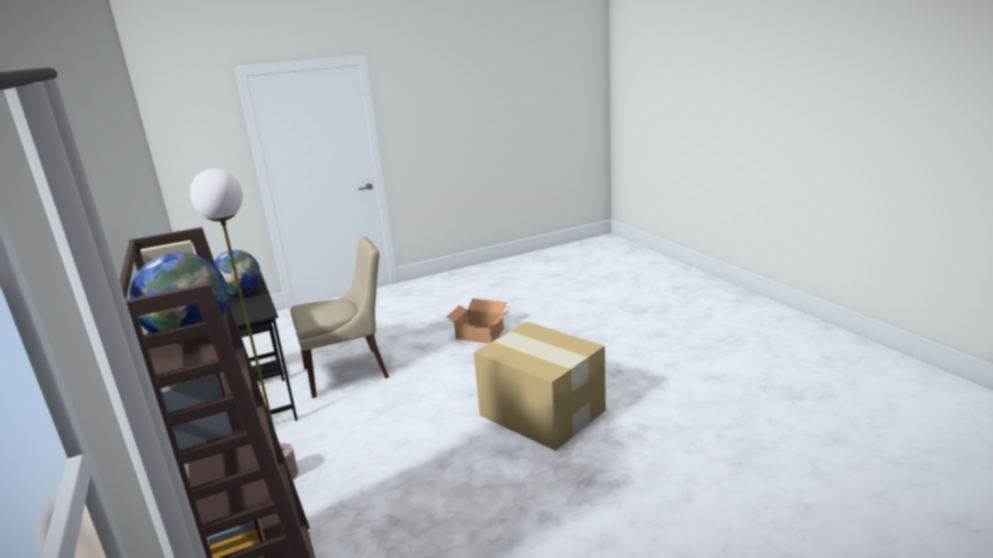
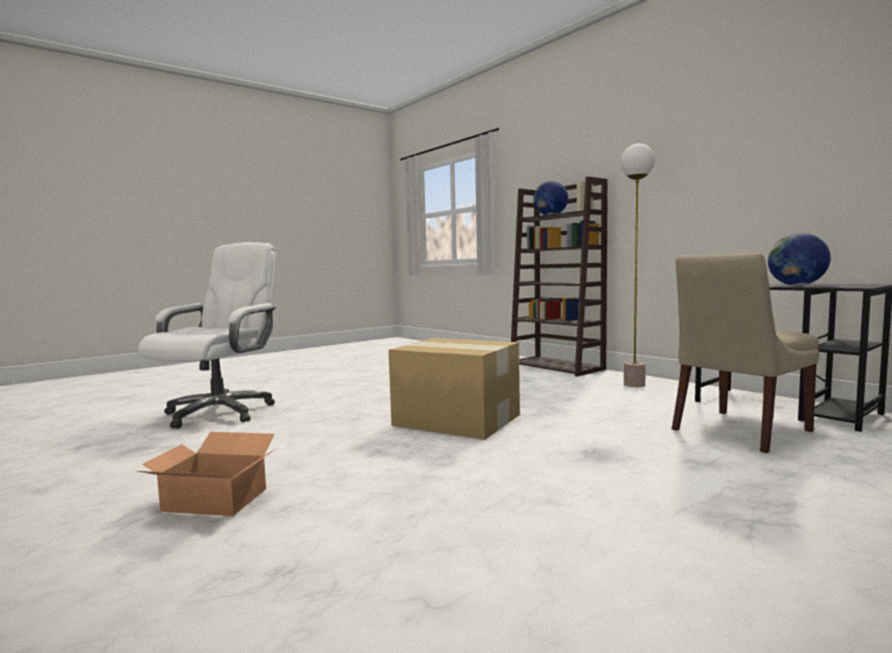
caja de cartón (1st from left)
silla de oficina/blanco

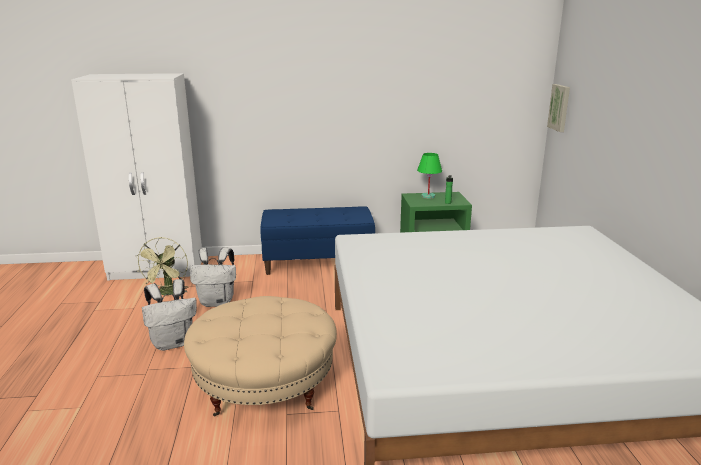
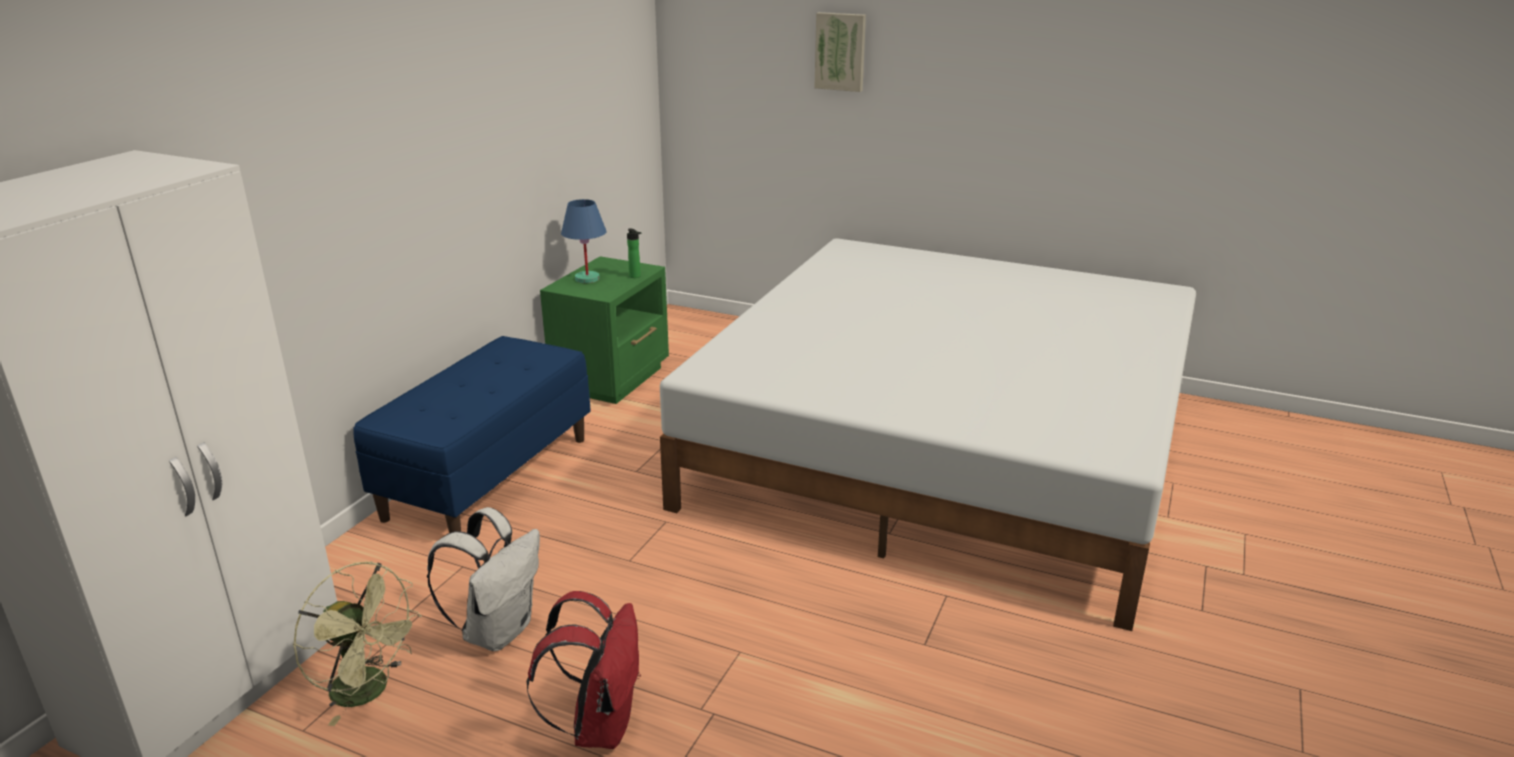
mochila/rojo
puf/beis
lámpara de mesa/azul
cuadro

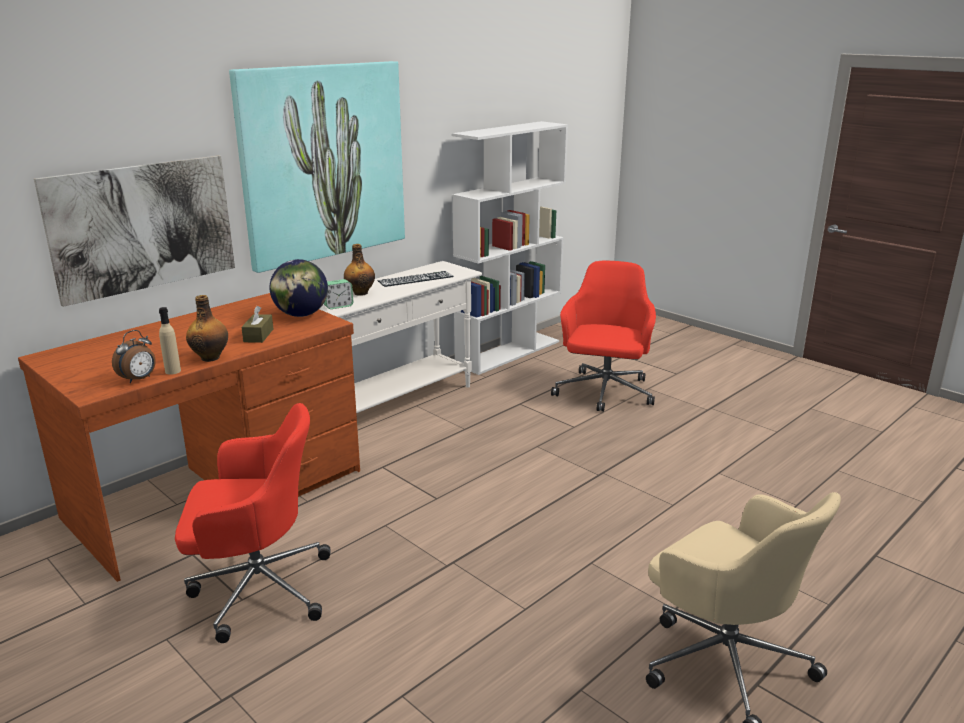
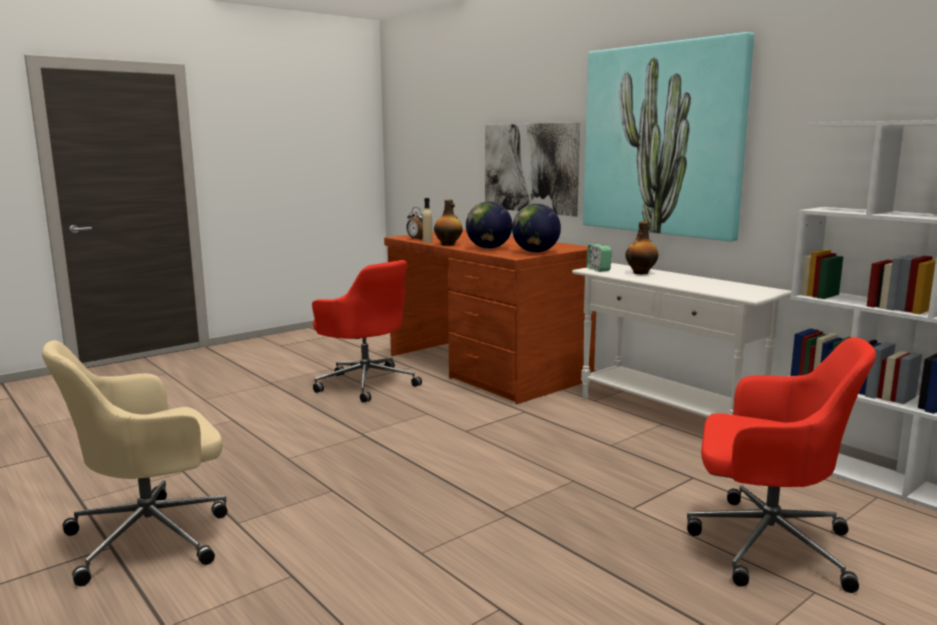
silla de oficina/rojo (1st from left)
globo terráqueo (1st from left)
teclado

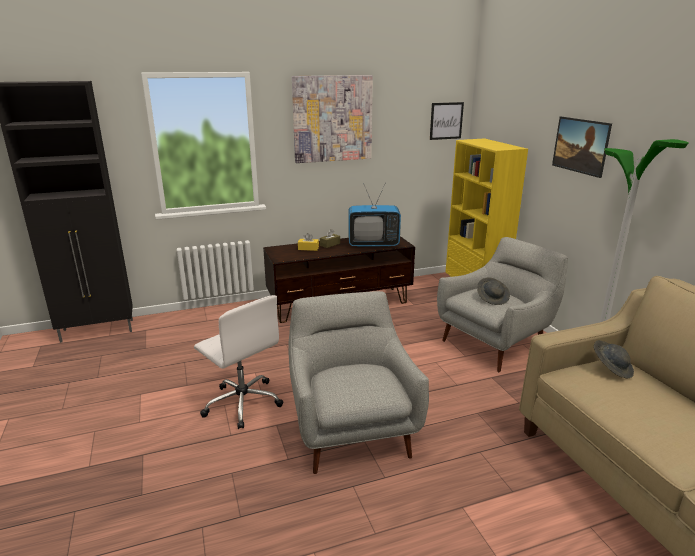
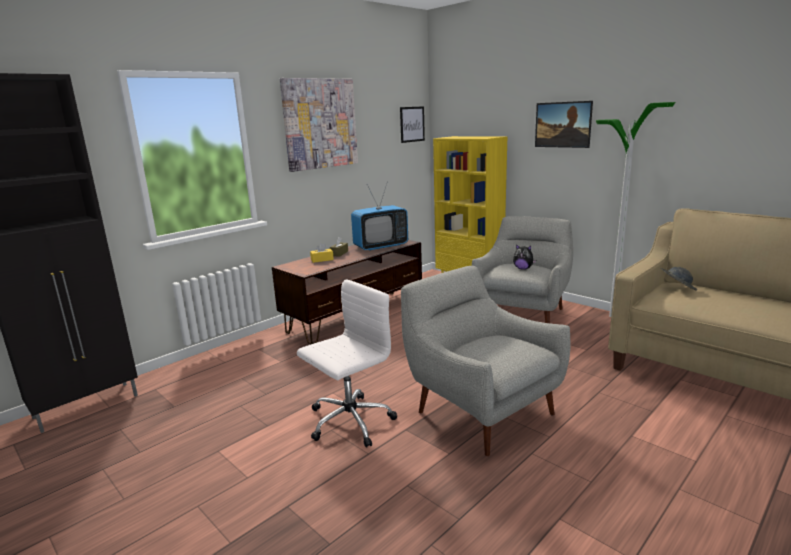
silla de oficina/blanco
peluche

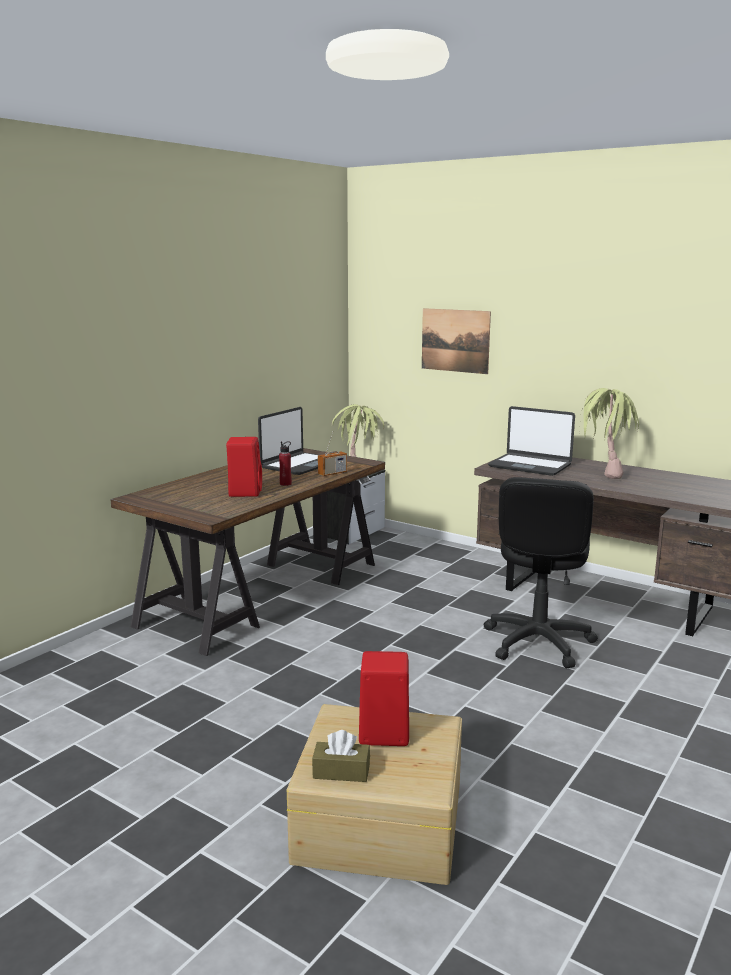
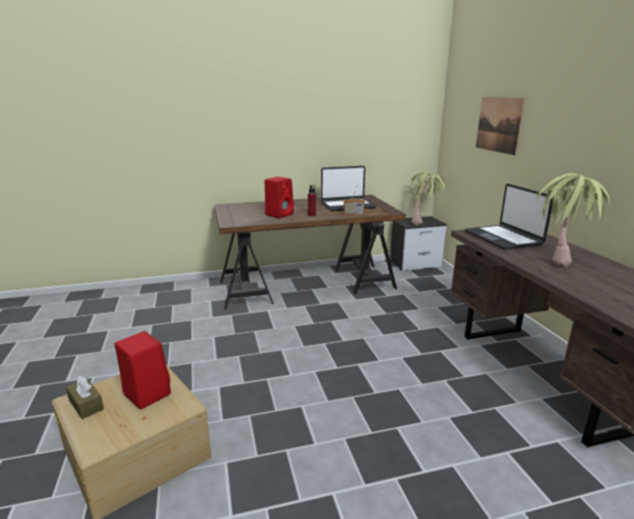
silla de oficina/negro

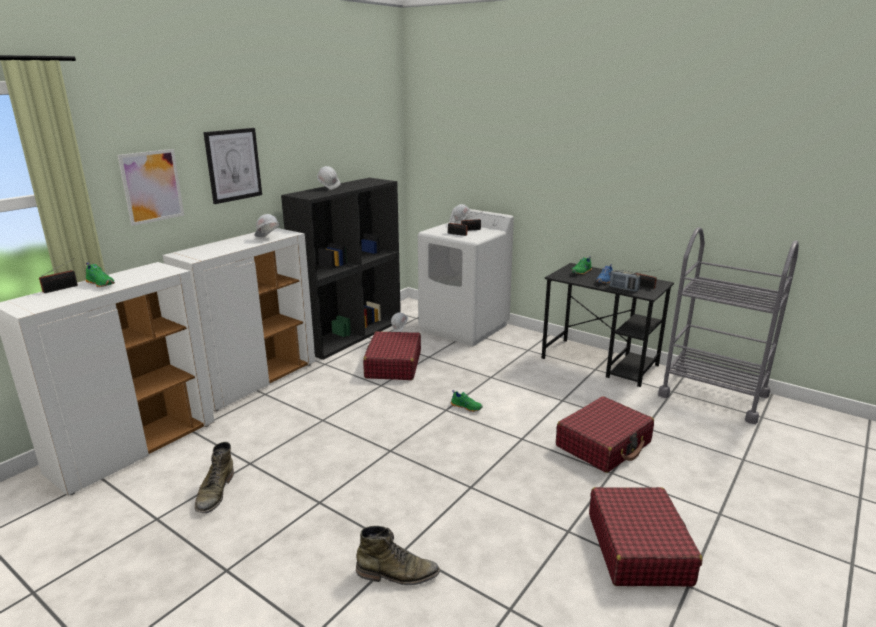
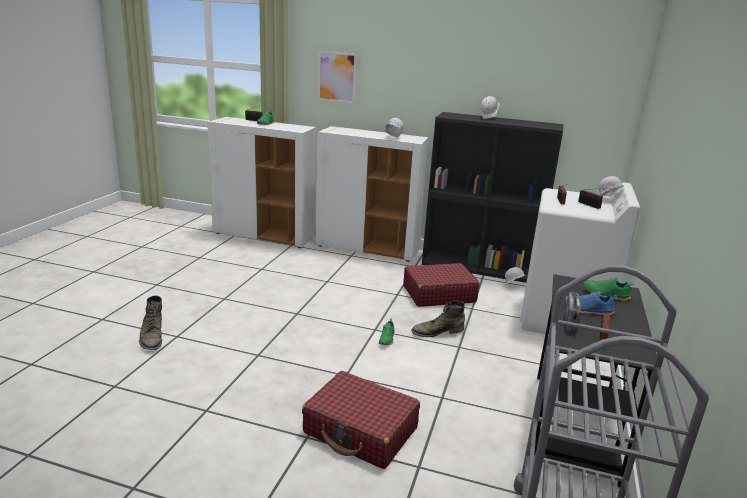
bota/verde (2nd from left)
cuadro (2nd from left in the first image)
maleta/rojo (3rd from left in the first image)

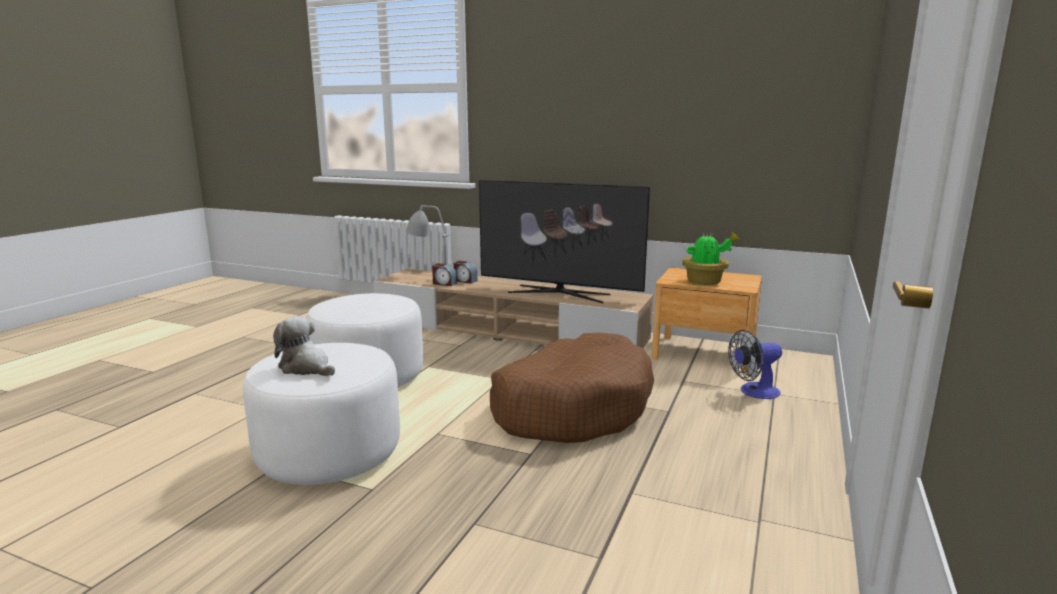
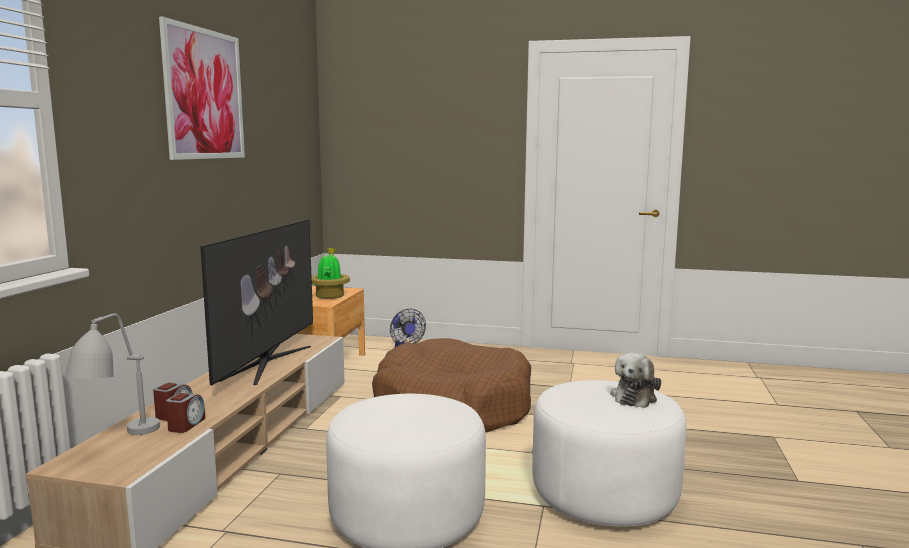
cuadro

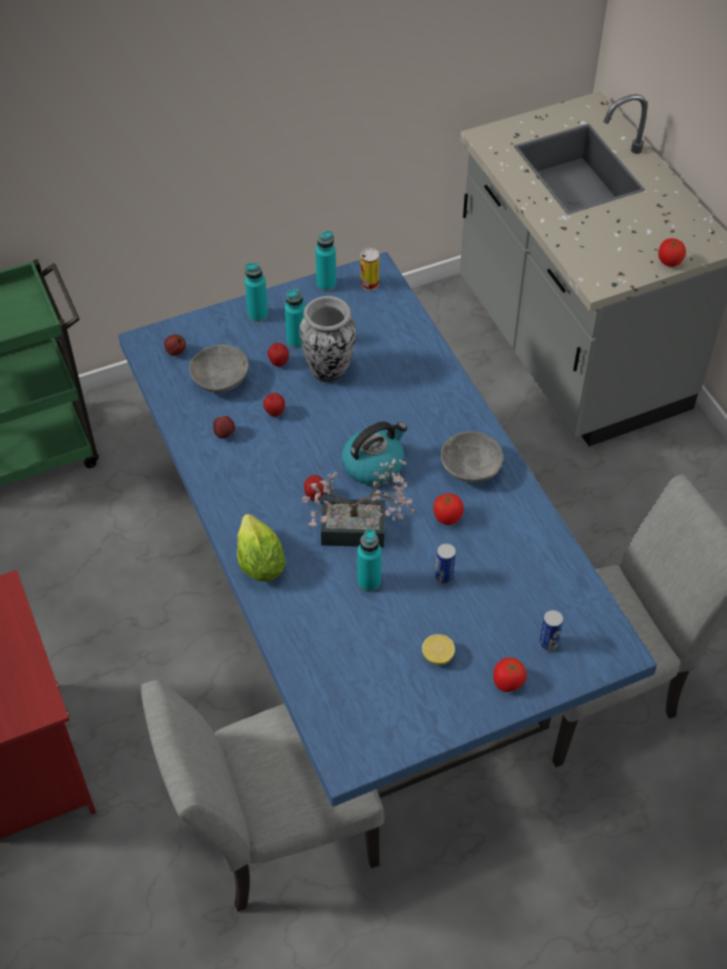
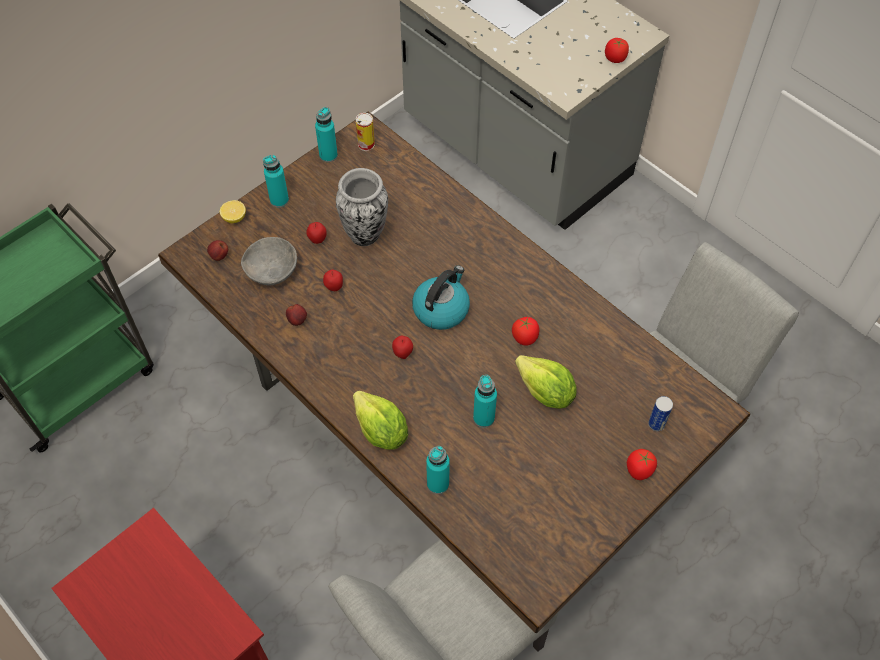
mesa de comedor/marrón
botella/turquesa (3rd from left)
planta en maceta
limón
lechuga (2nd from left)
cuenco/gris (2nd from left in the first image)

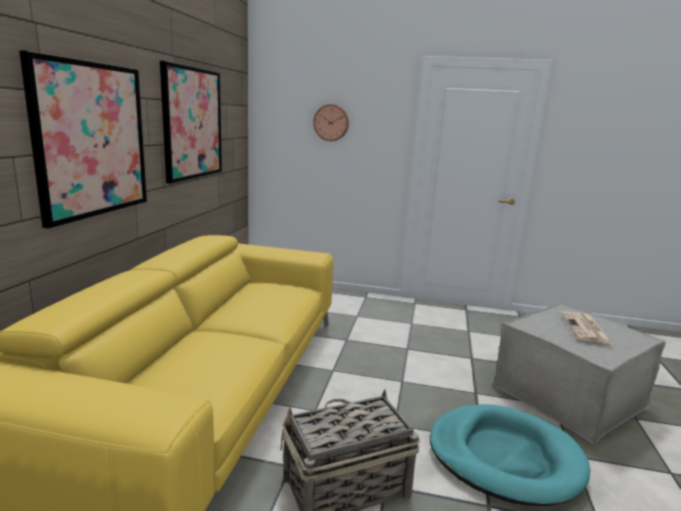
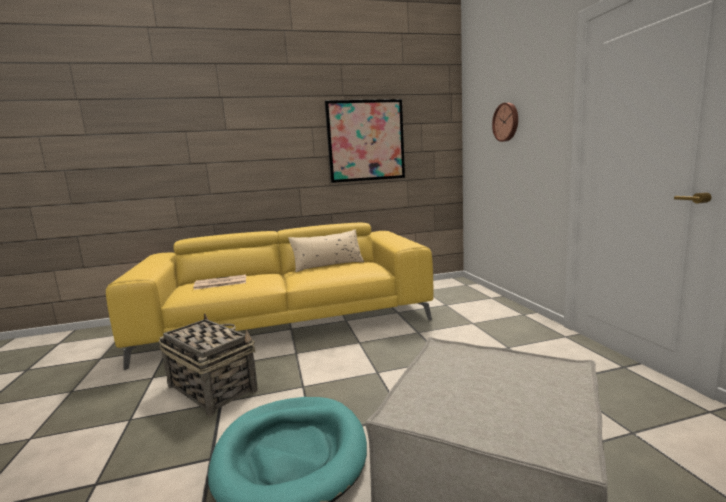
cuadro (1st from left in the first image)
periódico
cojín/beis

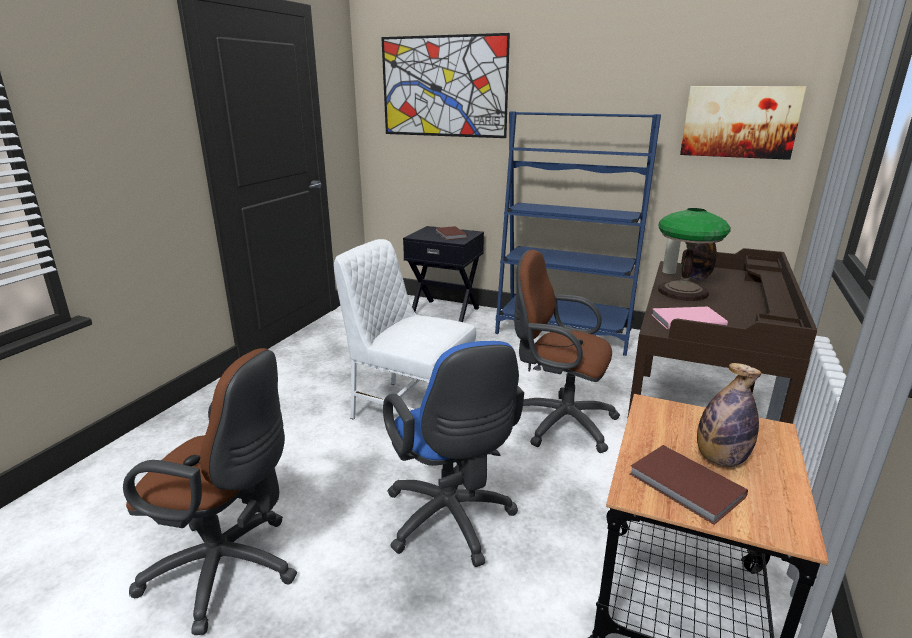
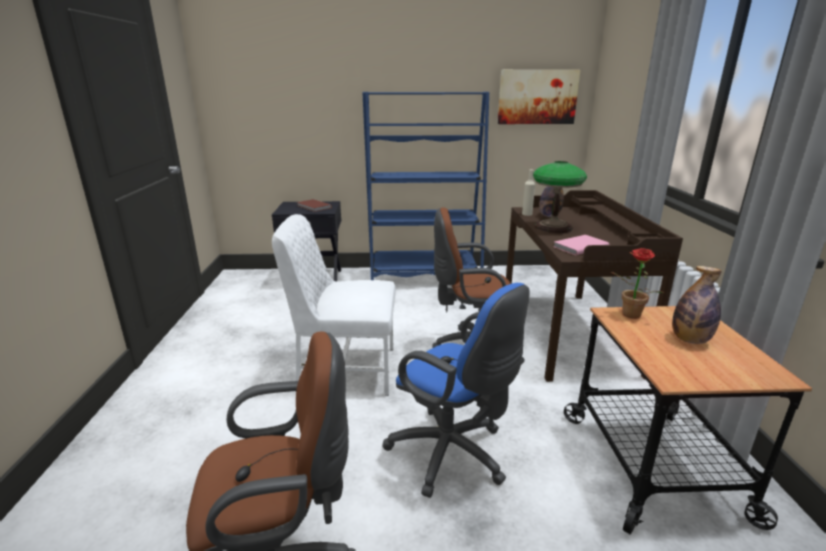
cuadro (1st from left in the first image)
libro/marrón (2nd from left in the first image)
planta en maceta

